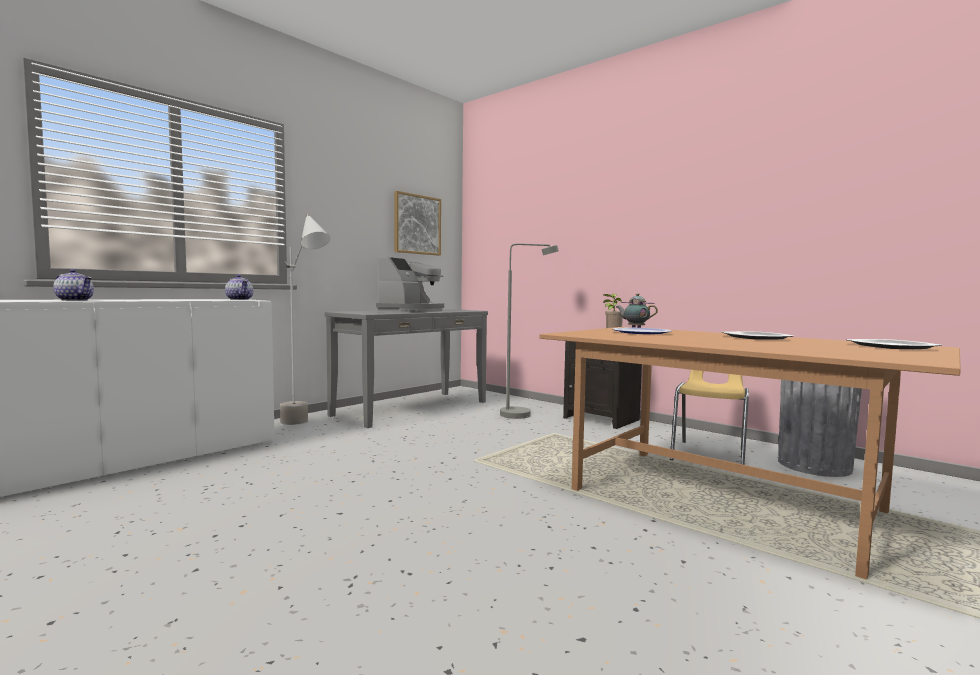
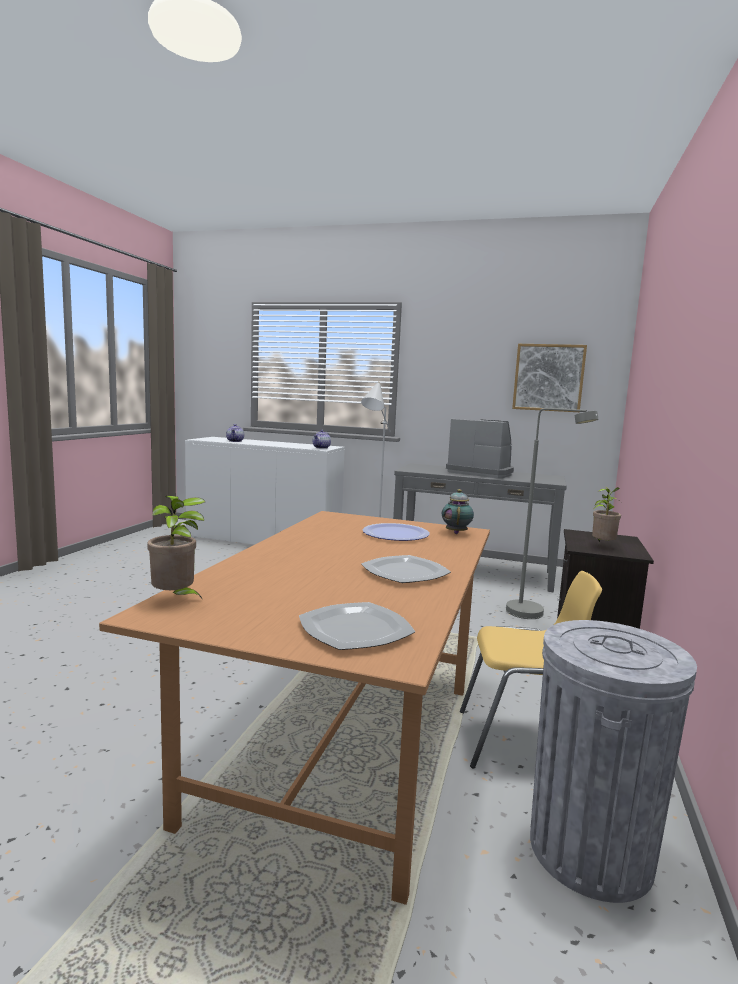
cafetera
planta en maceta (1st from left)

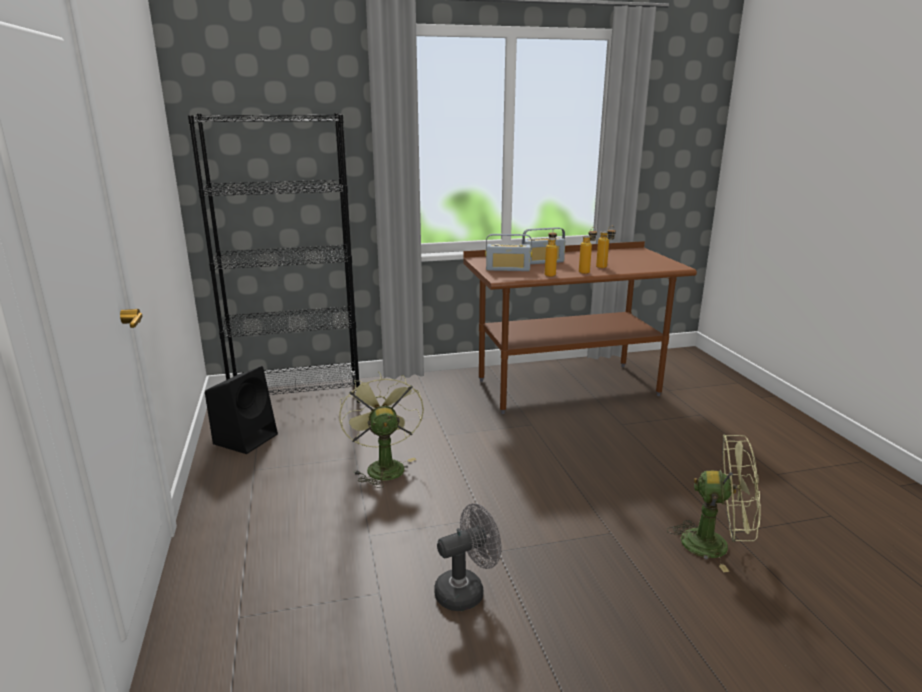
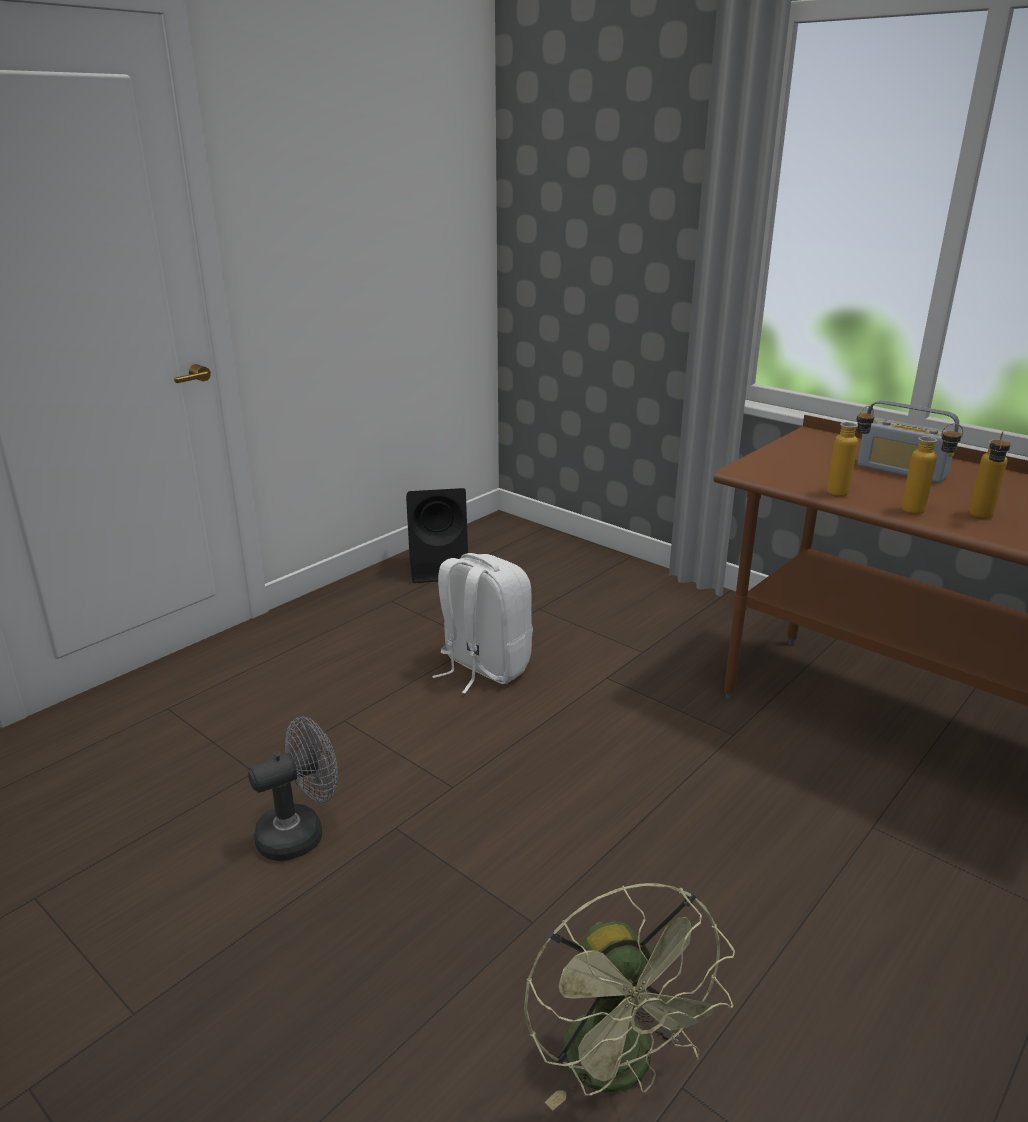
estantería/negro
mochila/blanco
ventilador/gris
radio (1st from left in the first image)

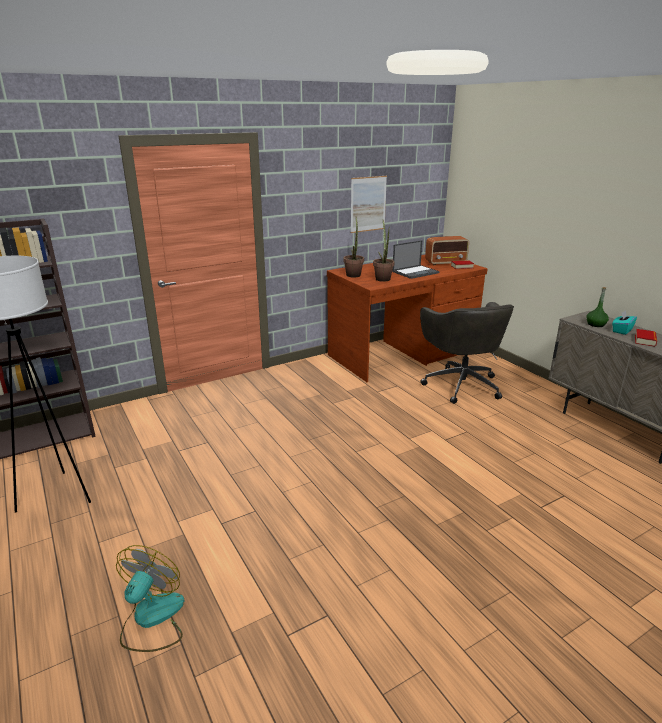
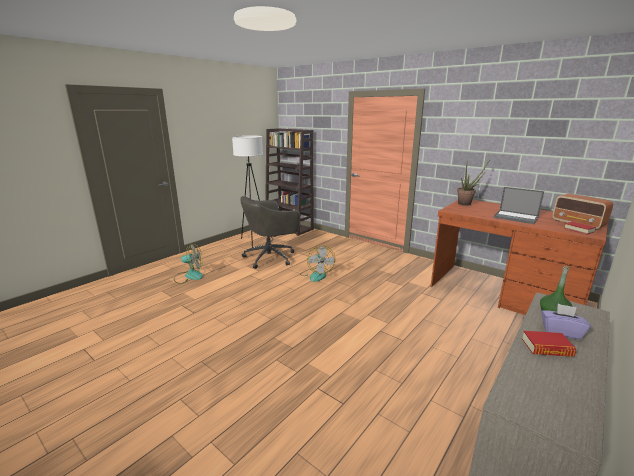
cuadro
planta en maceta (2nd from left in the first image)
silla de oficina/gris
caja de pañuelos/morado
ventilador (2nd from left)

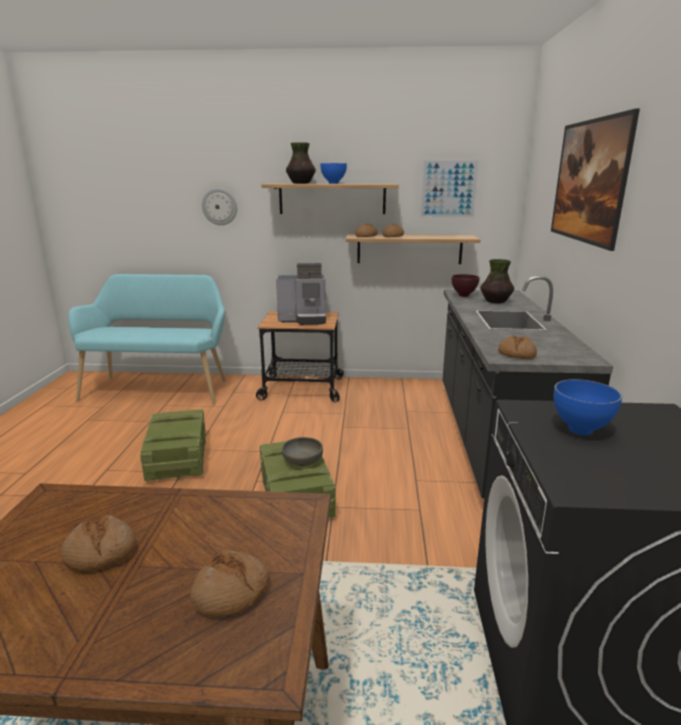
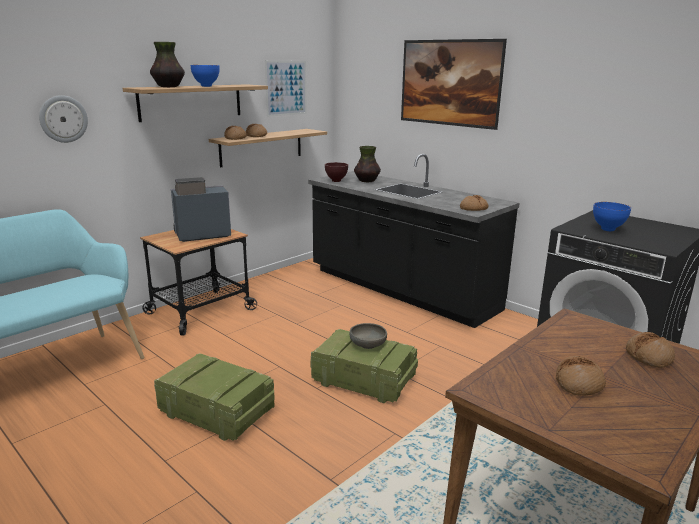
cafetera

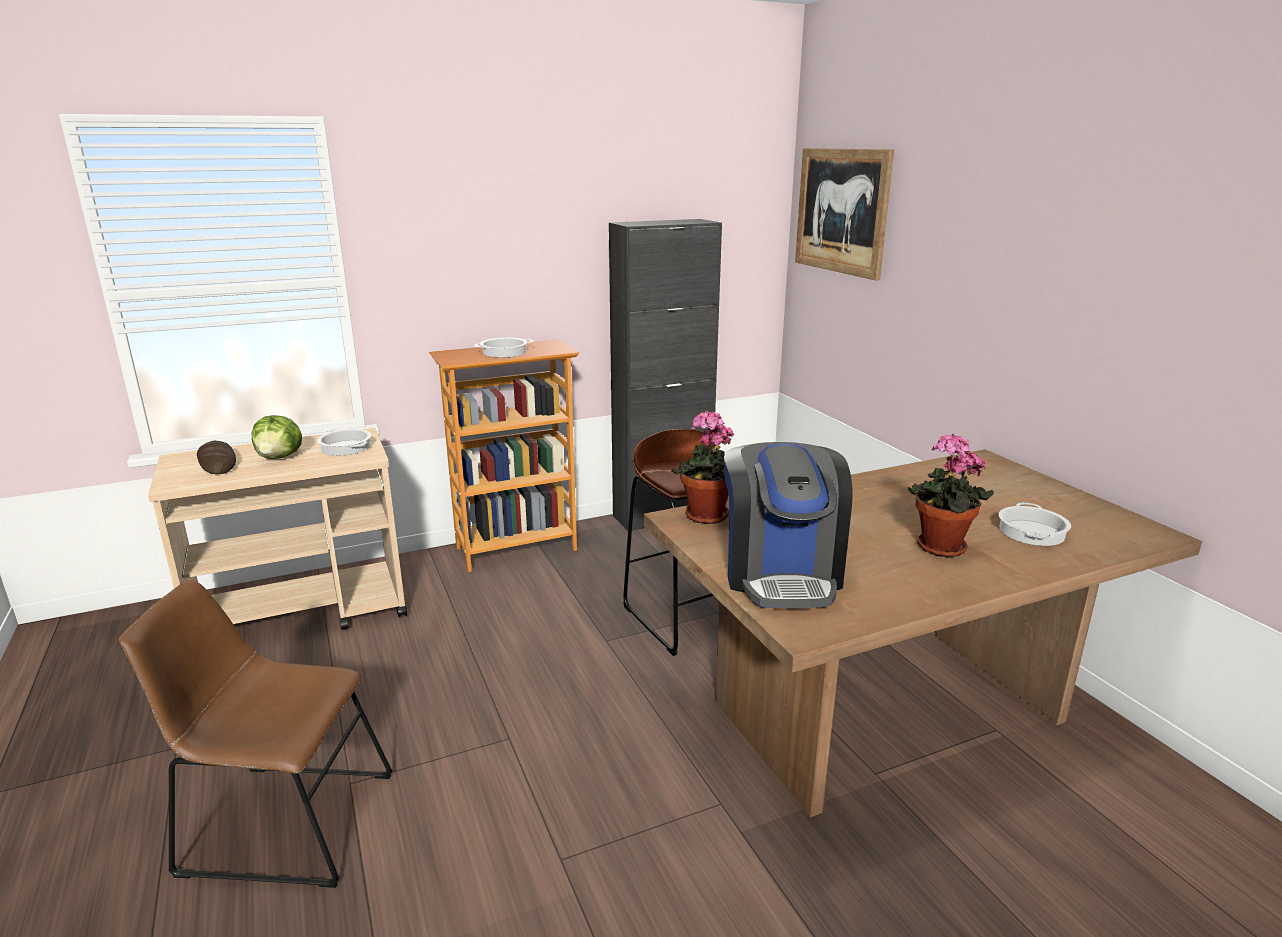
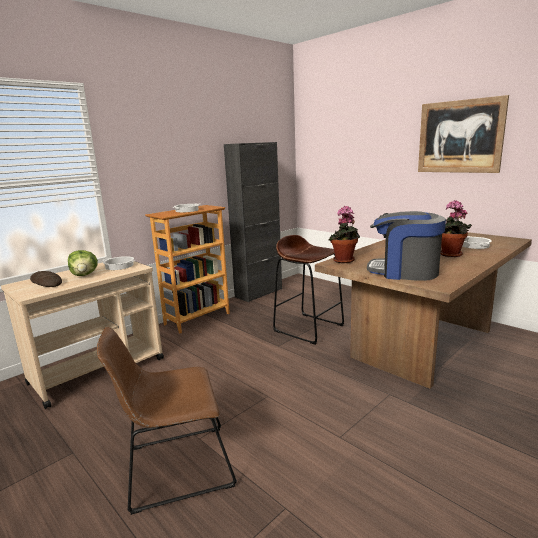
cafetera
cuadro

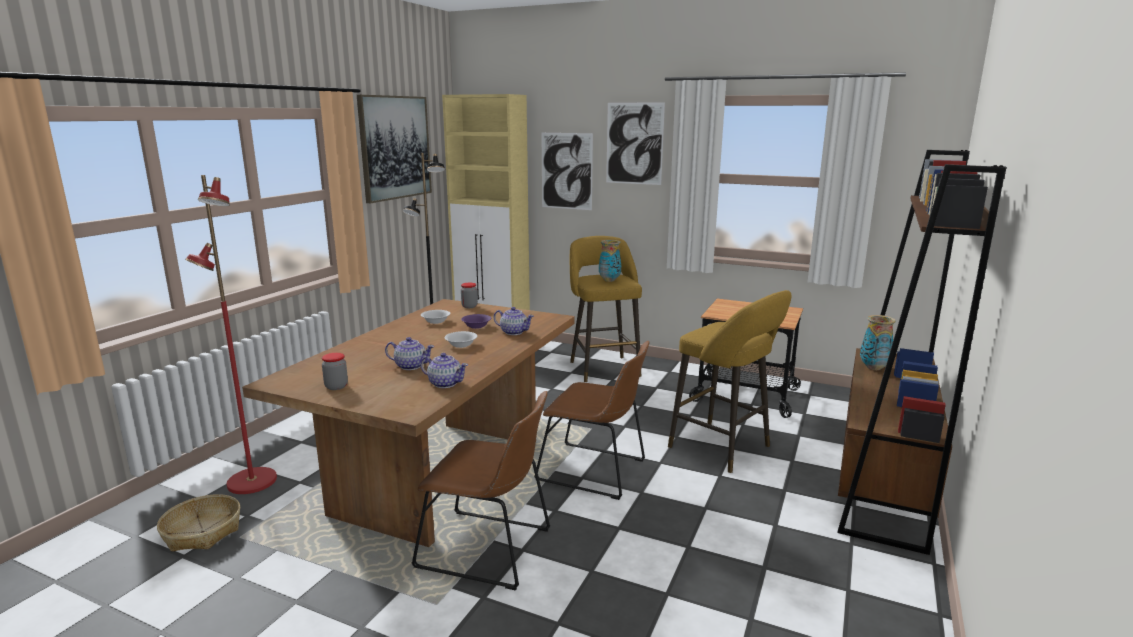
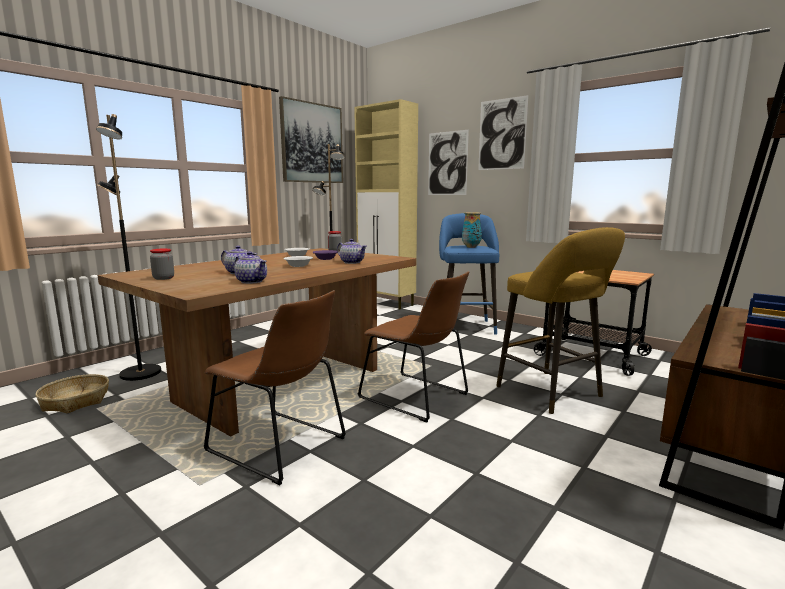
lámpara de pie/negro (1st from left)
taburete/azul
florero (2nd from left in the first image)

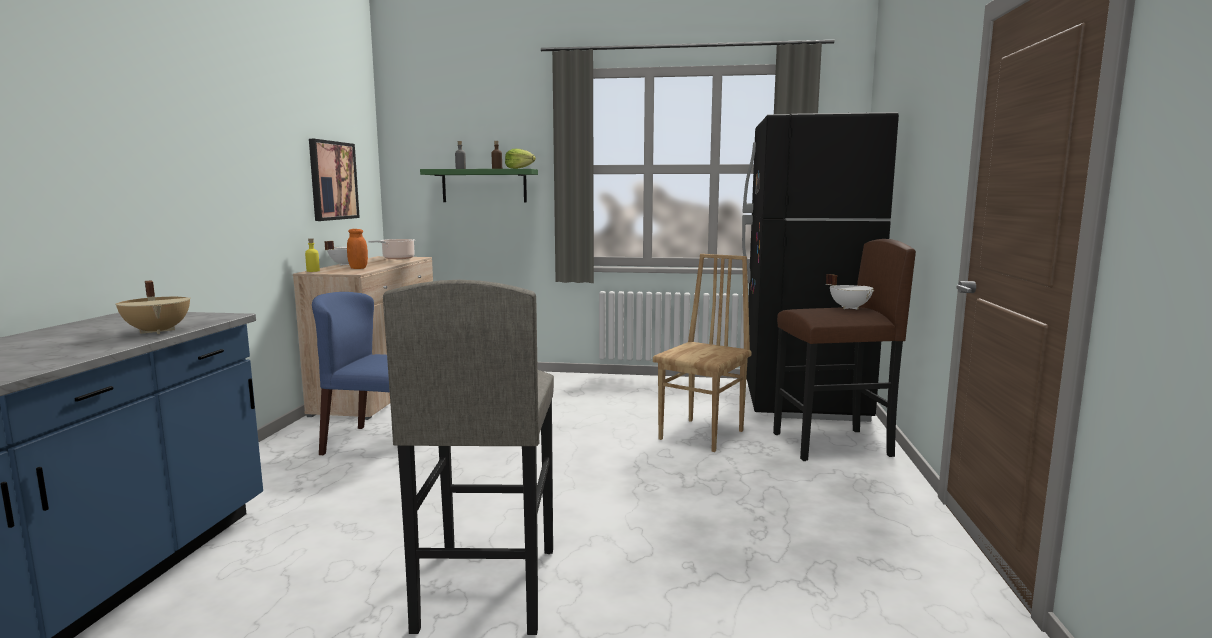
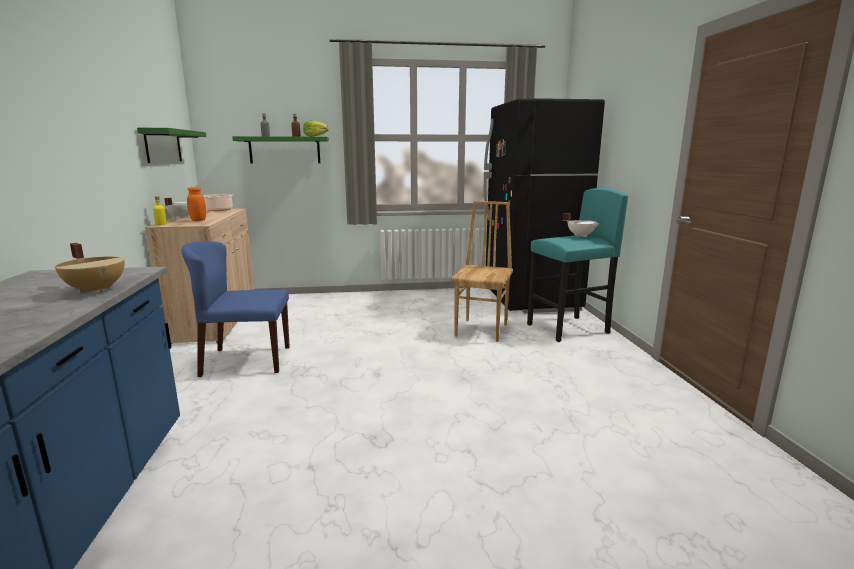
estante/verde (1st from left)
taburete/gris
taburete/turquesa

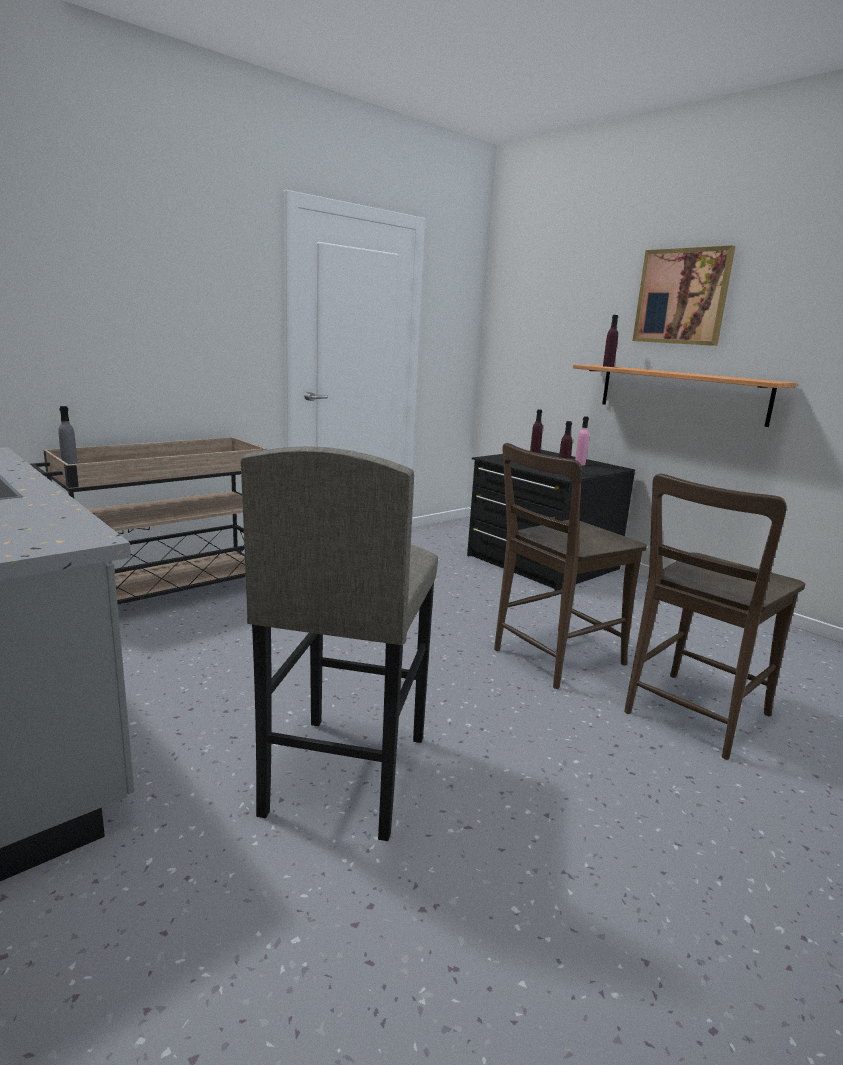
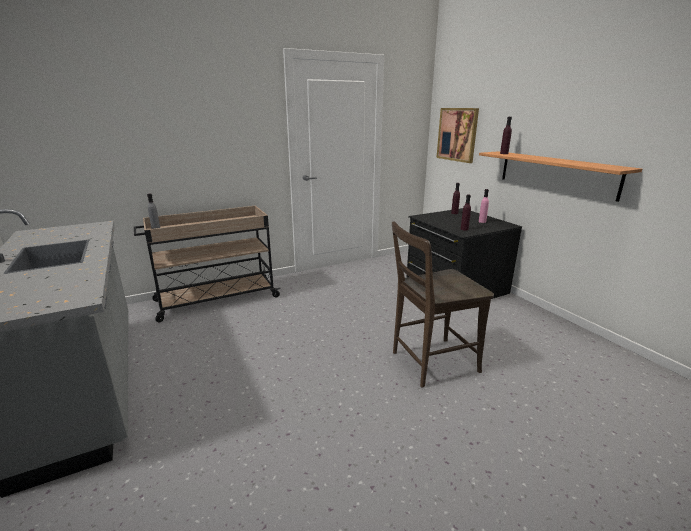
taburete/gris
silla/marrón (2nd from left in the first image)
cuadro

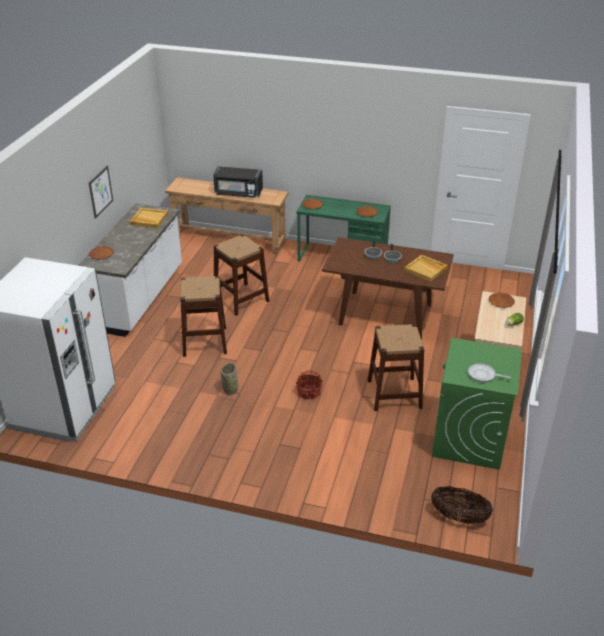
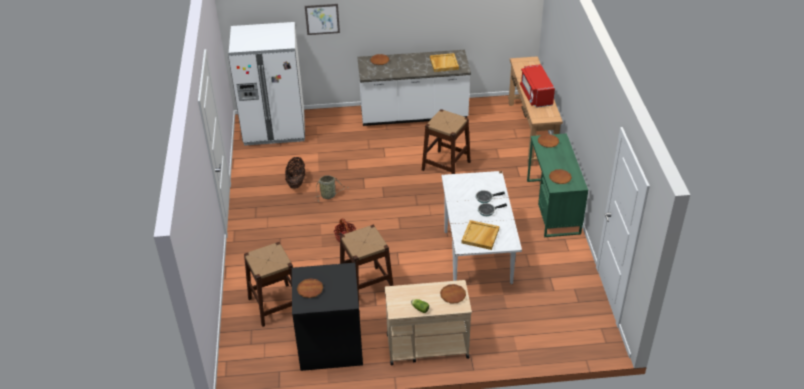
cuadro
taburete/marrón (1st from left)
microondas/rojo
mesa de comedor/blanco
cesta (1st from left)
lavadora/negro
plato/marrón (1st from left)

